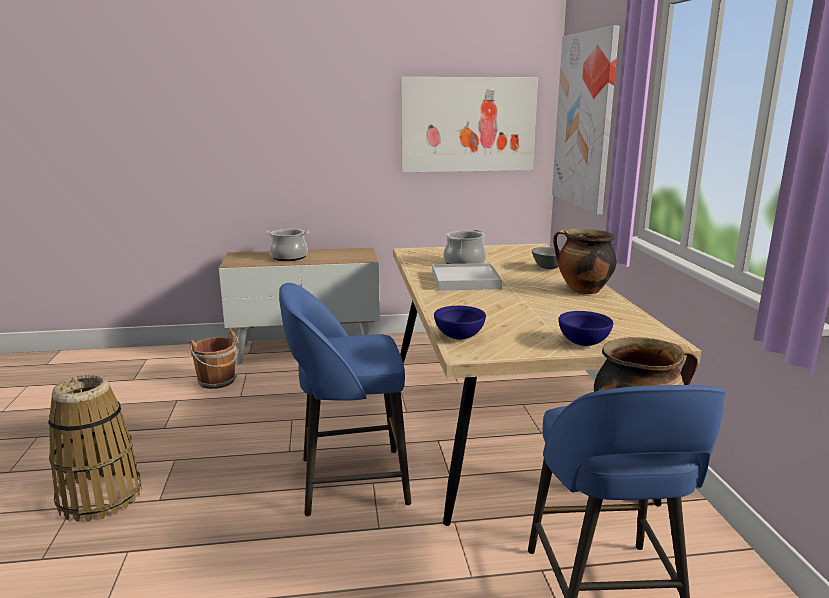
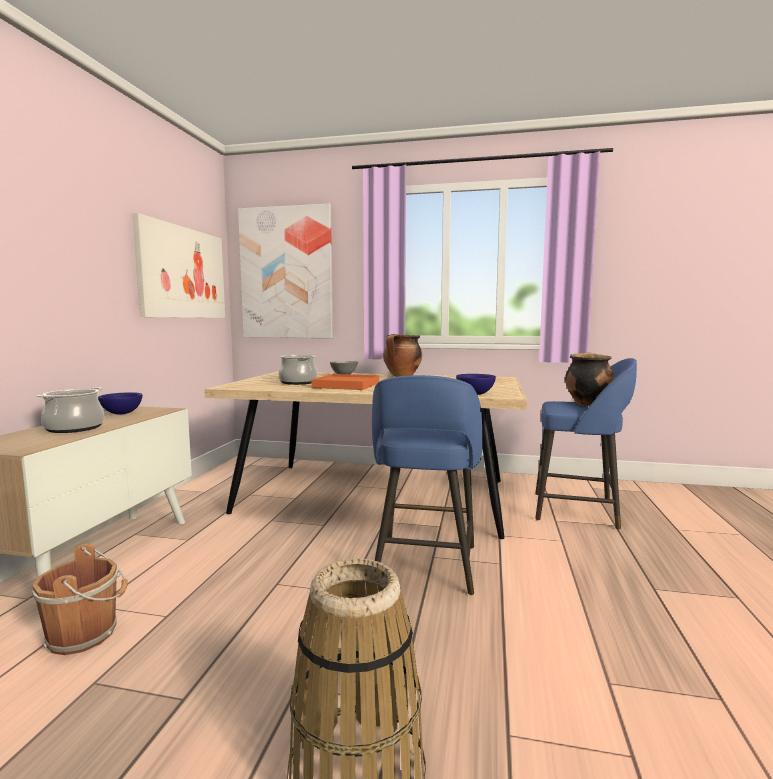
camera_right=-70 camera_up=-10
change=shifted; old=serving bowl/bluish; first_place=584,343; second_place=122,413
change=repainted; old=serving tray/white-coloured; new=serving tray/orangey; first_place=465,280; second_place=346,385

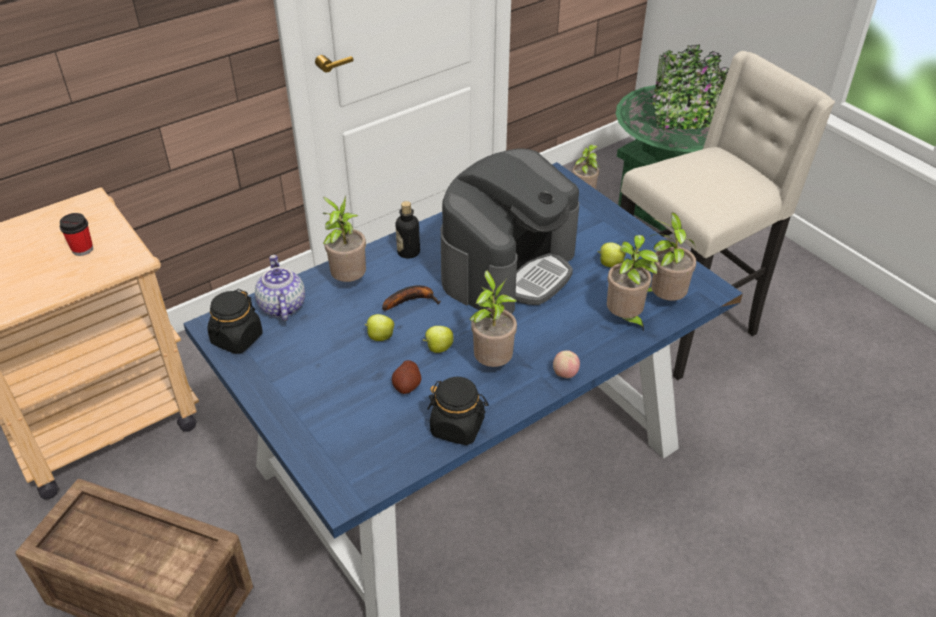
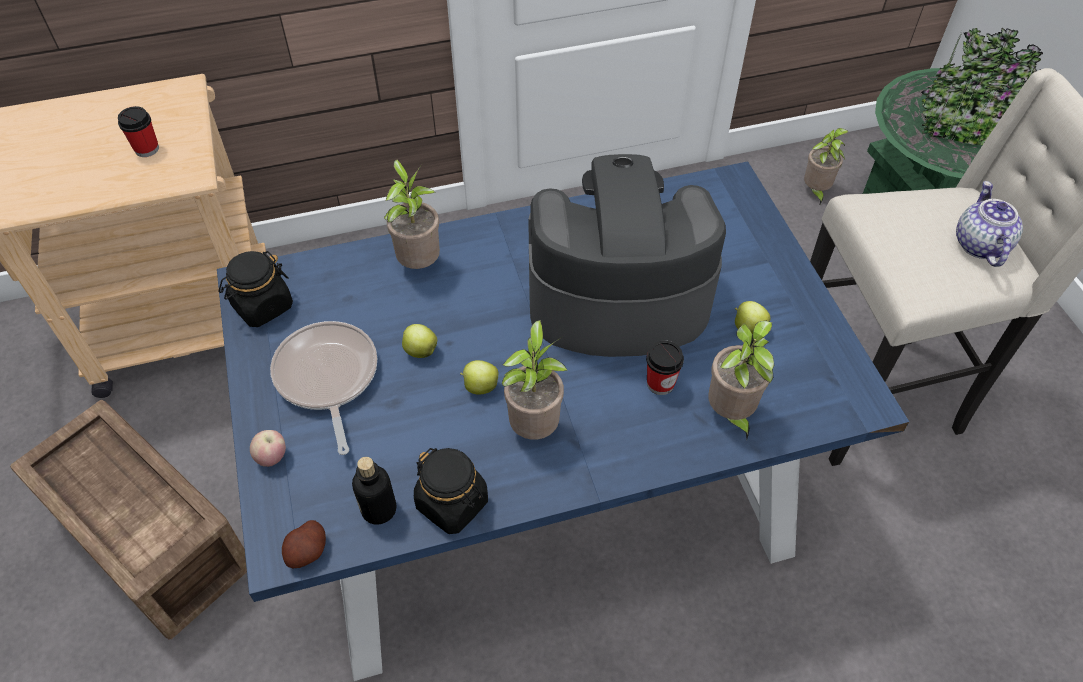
camera_right=20 camera_up=10
change=shifted; old=whole apple; first_place=565,374; second_place=272,457
change=new; new=skillet; second_place=327,378
change=shifted; old=spud; first_place=407,385; second_place=307,551
change=shifted; old=drink bottle; first_place=408,252; second_place=379,509
change=rotated; old=coffee maker; first_place=508,268; second_place=616,298; degrees=-150
change=new; new=drinking cup; second_place=660,383
change=shifted; old=teapot; first_place=281,306; second_place=979,244
change=gone; old=banana fruit; first_place=411,300
change=gone; old=houseplant; first_place=664,299

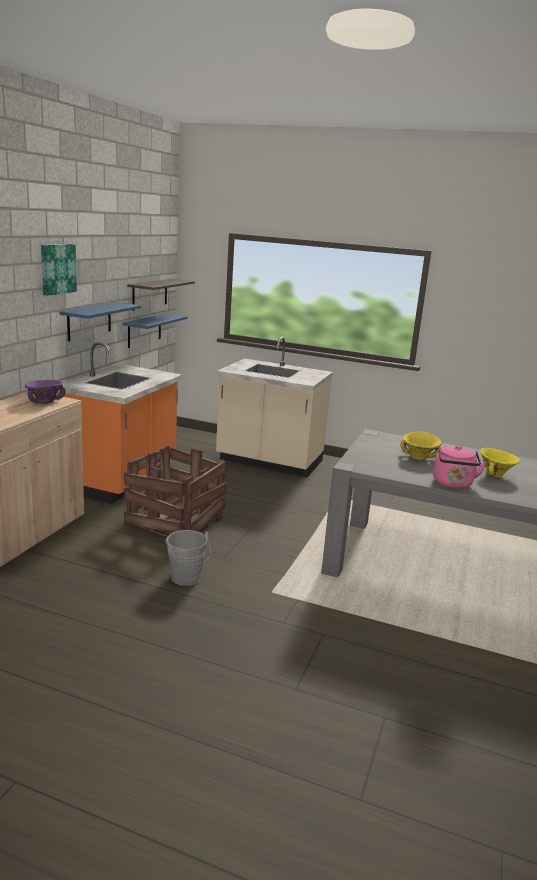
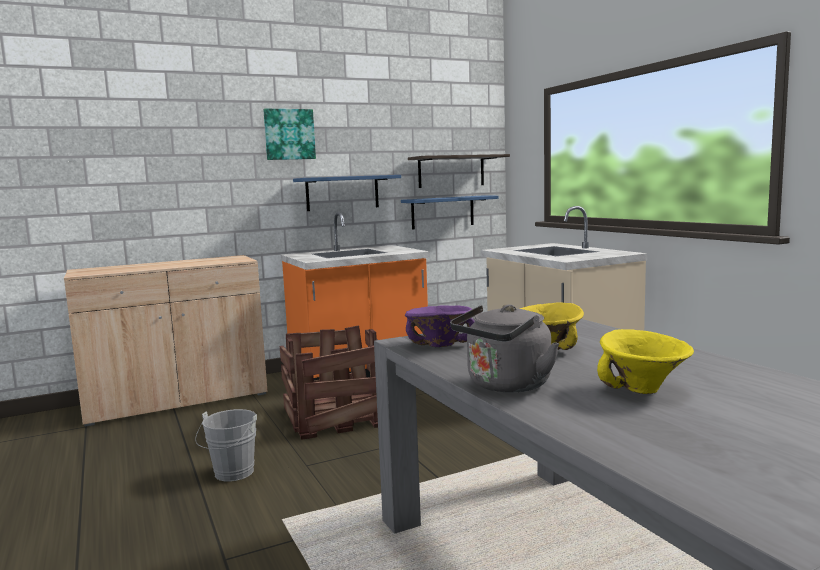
camera_right=45 camera_up=-10
change=shifted; old=serving bowl/purple; first_place=44,402; second_place=440,344
change=repainted; old=kettle/pink; new=kettle/gray; first_place=453,484; second_place=505,385

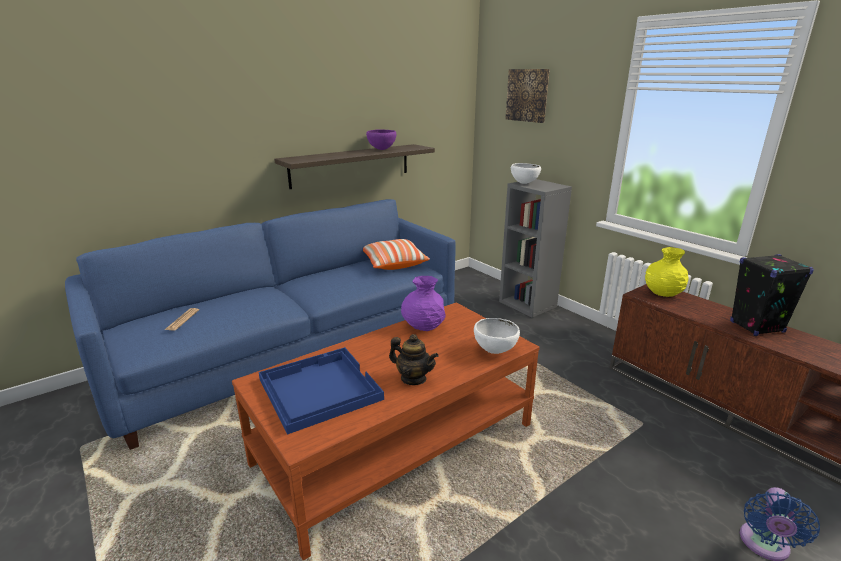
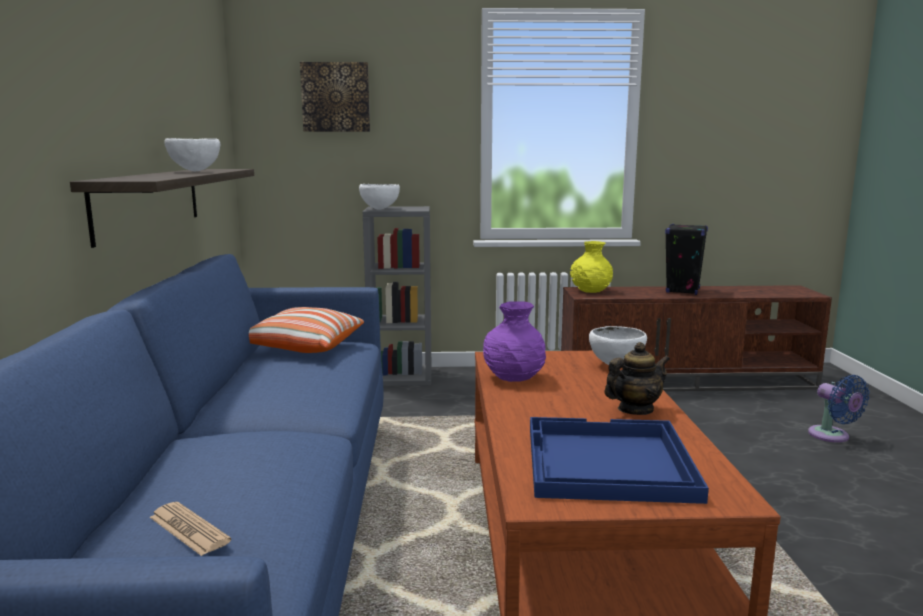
camera_right=-55 camera_up=-10
change=repainted; old=serving bowl/purple; new=serving bowl/white-coloured; first_place=381,149; second_place=194,171

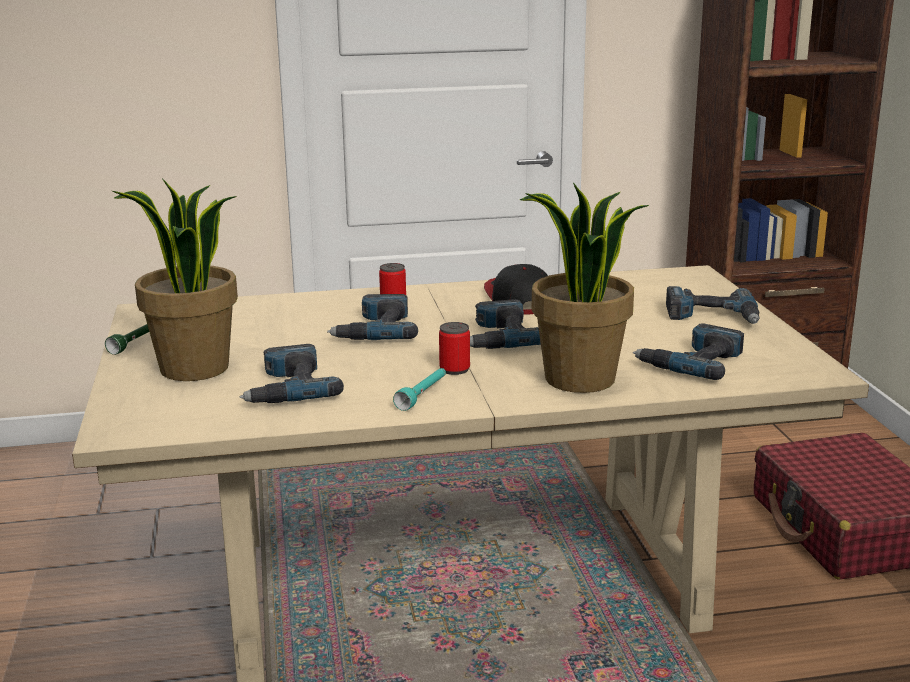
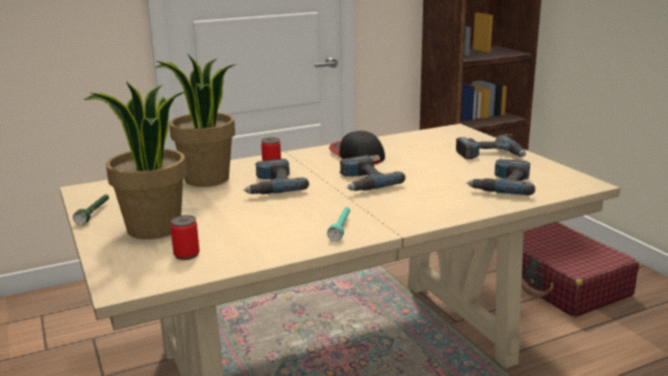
camera_right=-15 camera_up=0
change=shifted; old=houseplant; first_place=579,380; second_place=206,179
change=shifted; old=metal can; first_place=454,369; second_place=186,255
change=gone; old=drill; first_place=287,387

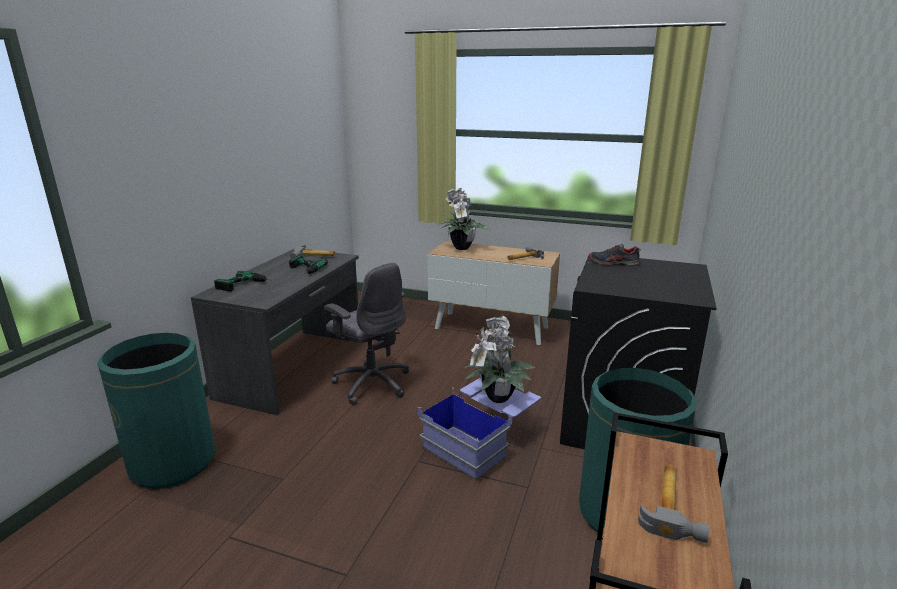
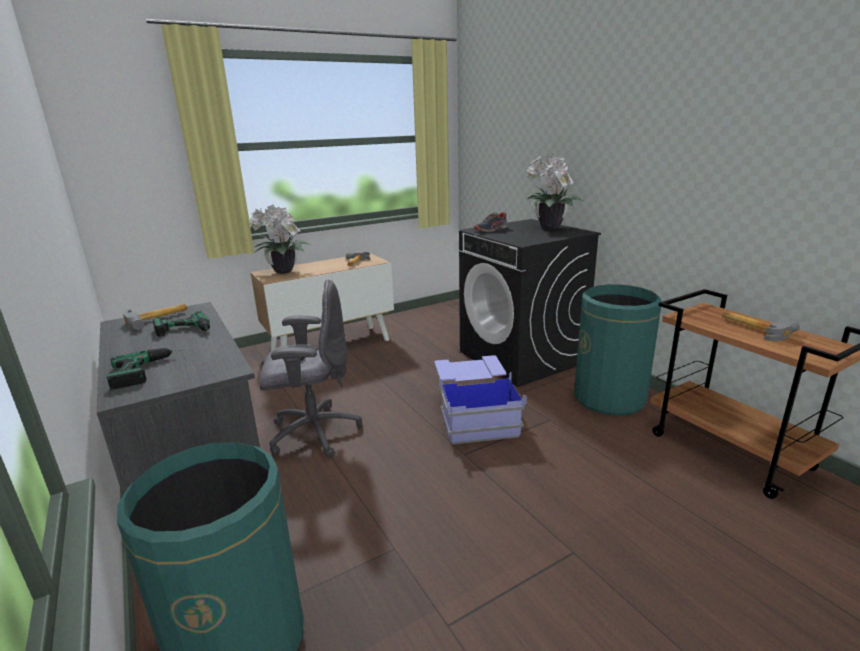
camera_right=-50 camera_up=0
change=shifted; old=houseplant; first_place=496,399; second_place=550,228

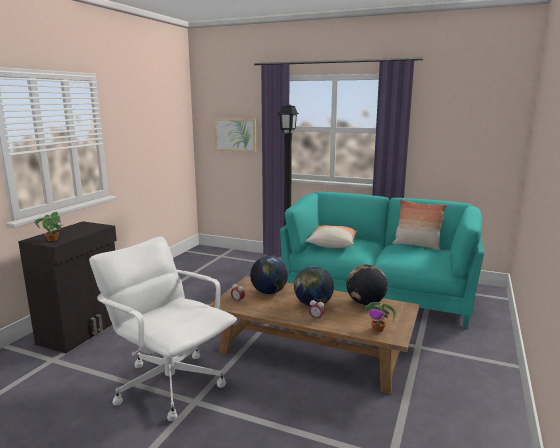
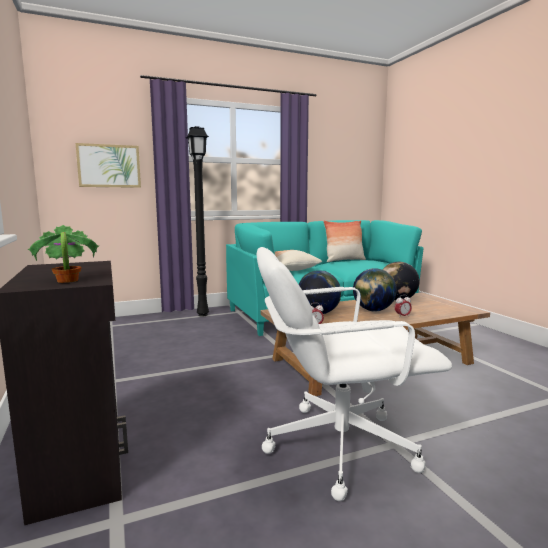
camera_right=-45 camera_up=-5
change=gone; old=houseplant; first_place=378,329

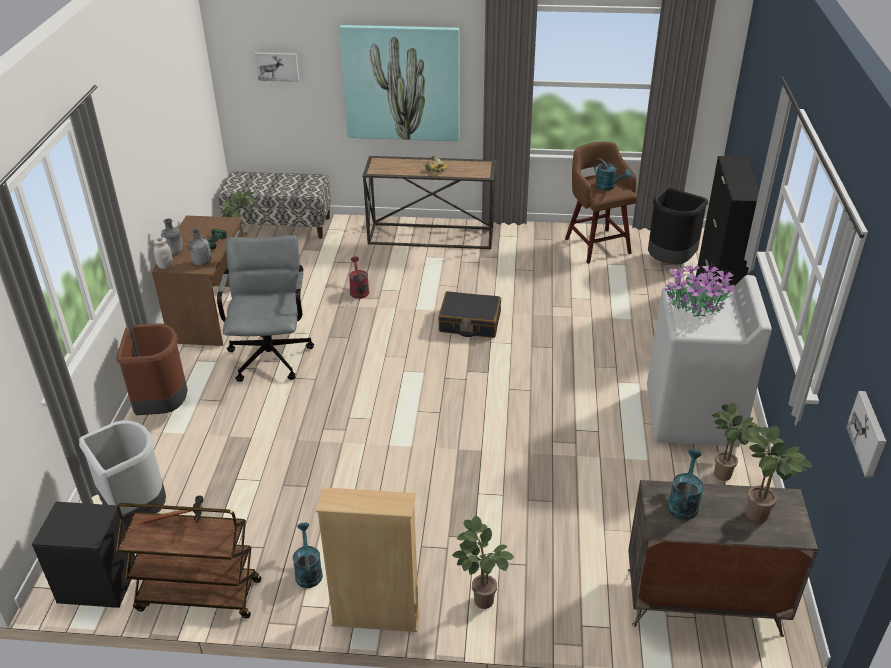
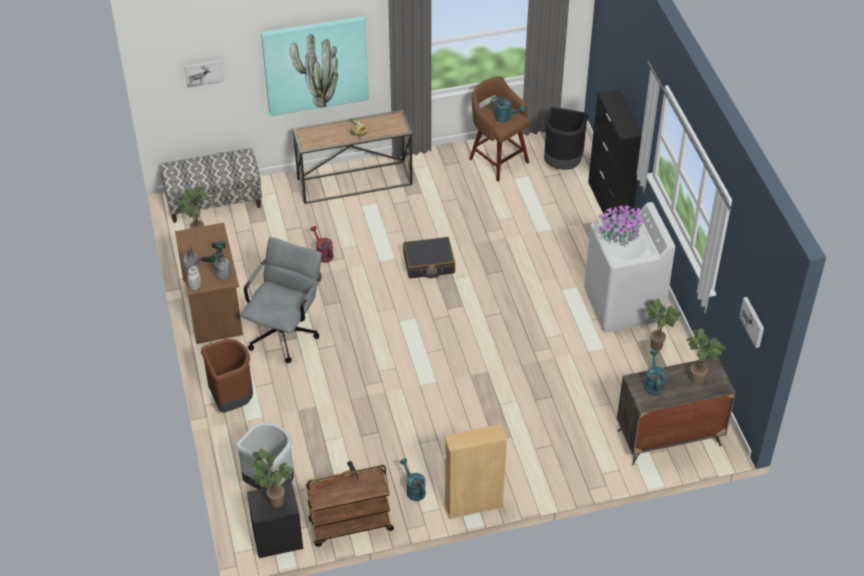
camera_right=-20 camera_up=10
change=rotated; old=desk chair/gray; first_place=271,352; second_place=286,331; degrees=45
change=shifted; old=houseplant; first_place=480,600; second_place=274,502

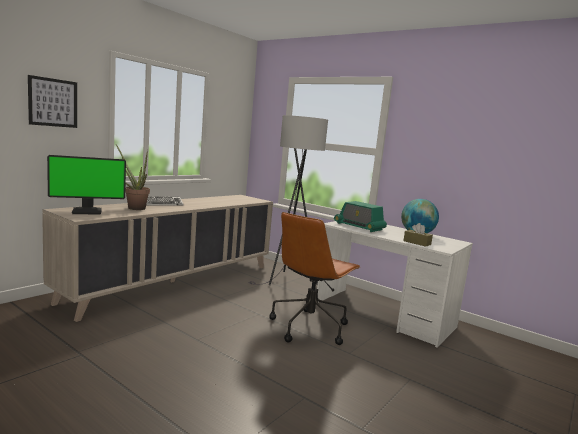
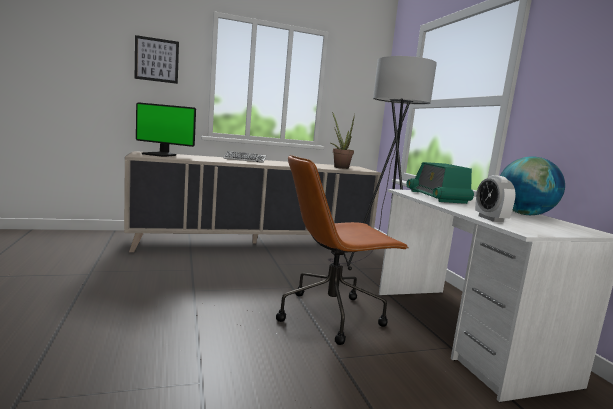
camera_right=35 camera_up=0
change=shifted; old=houseplant; first_place=133,208; second_place=339,167
change=swapped; old=box of tissues/brown; new=table clock; first_place=417,243; second_place=490,219

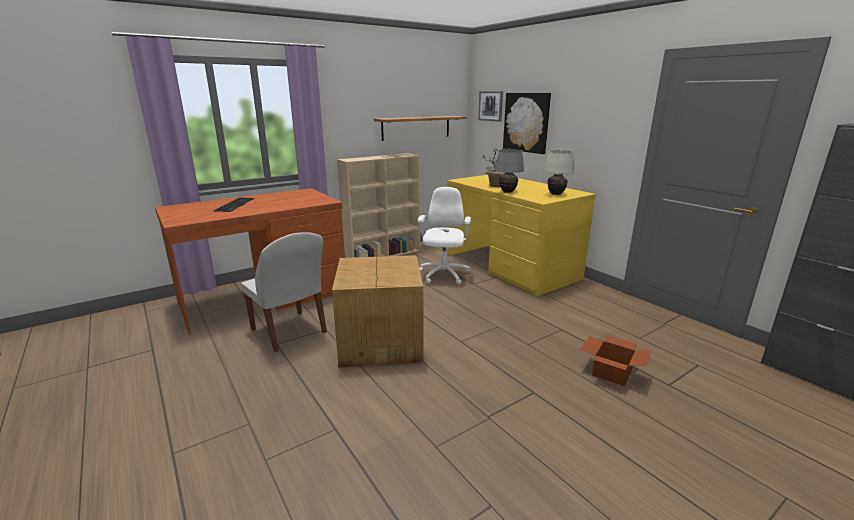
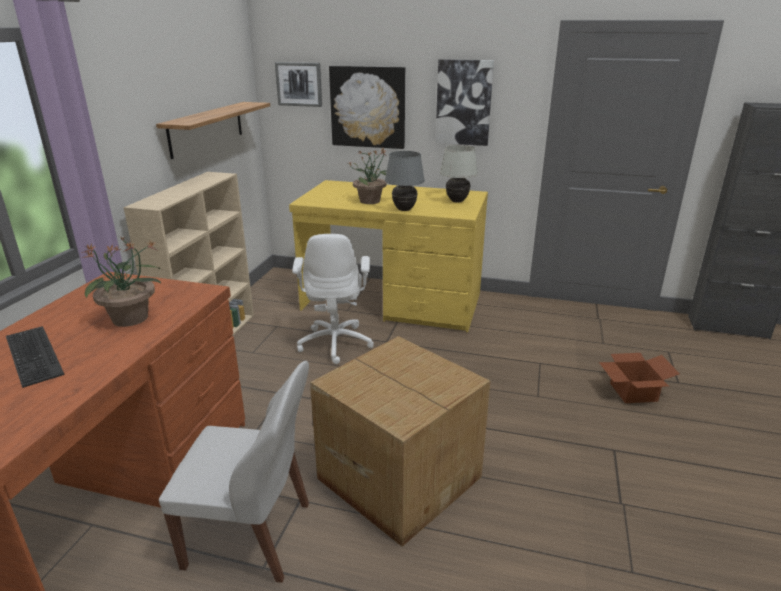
camera_right=-40 camera_up=5
change=new; new=houseplant; second_place=131,319
change=rotated; old=desk chair/white-coloured; first_place=443,275; second_place=336,343; degrees=-150
change=new; new=wall art; second_place=464,102

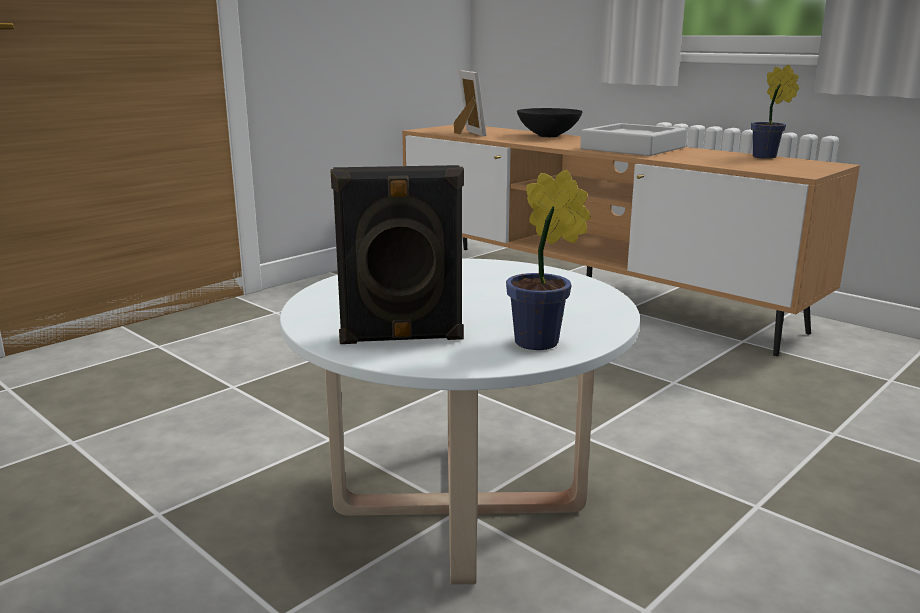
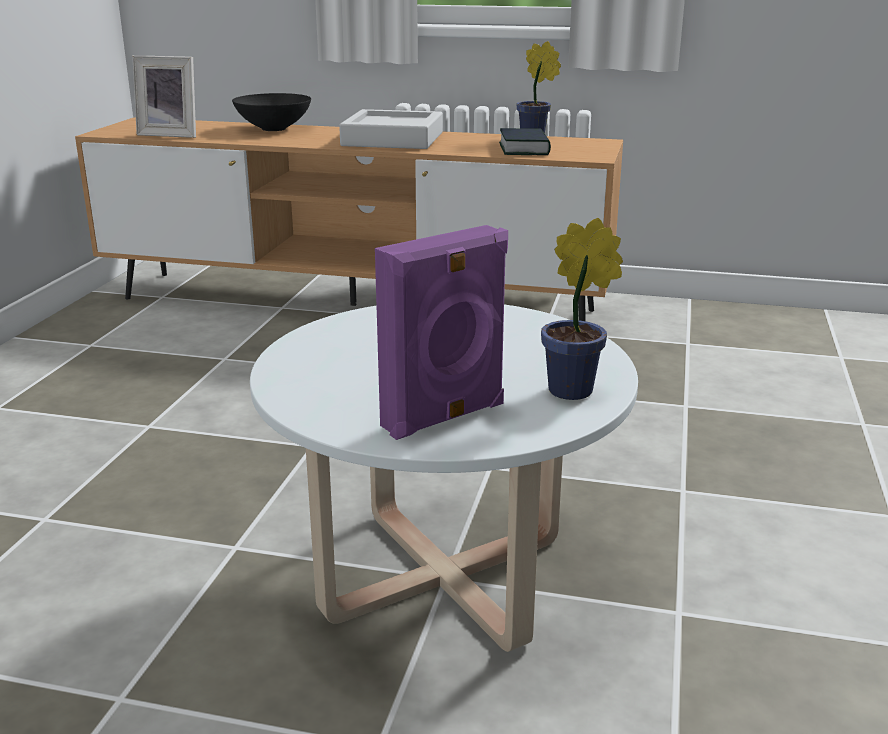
camera_right=-30 camera_up=5
change=rotated; old=photo frame; first_place=467,133; second_place=171,134; degrees=150
change=repainted; old=loudspeaker/black-coloured; new=loudspeaker/purple; first_place=401,338; second_place=446,417
change=new; new=volume; second_place=524,149

